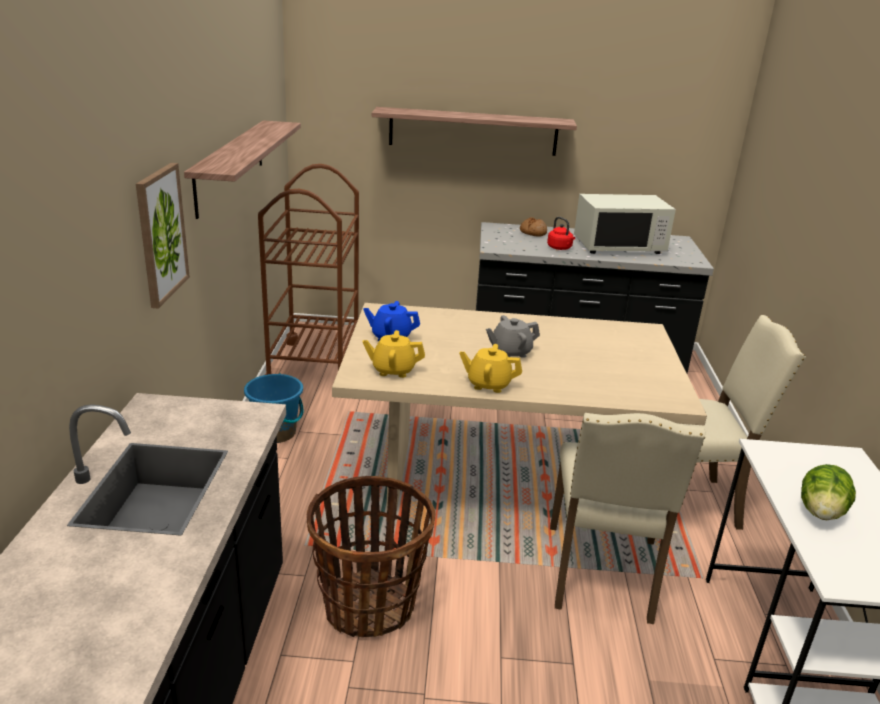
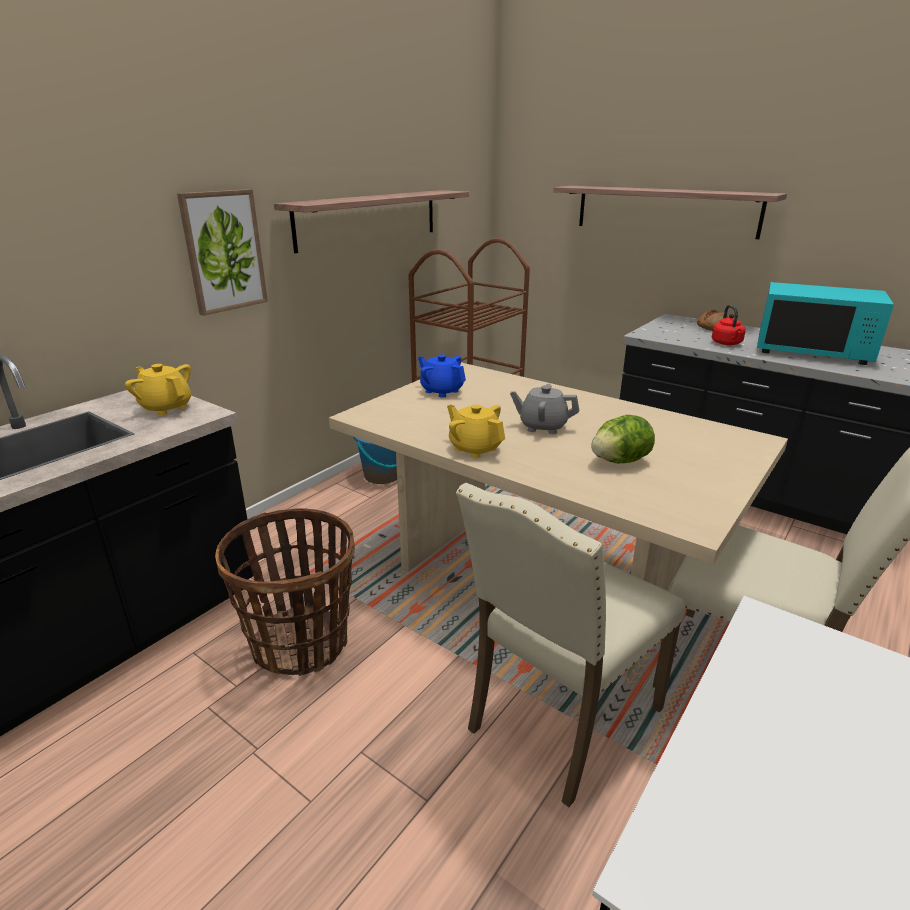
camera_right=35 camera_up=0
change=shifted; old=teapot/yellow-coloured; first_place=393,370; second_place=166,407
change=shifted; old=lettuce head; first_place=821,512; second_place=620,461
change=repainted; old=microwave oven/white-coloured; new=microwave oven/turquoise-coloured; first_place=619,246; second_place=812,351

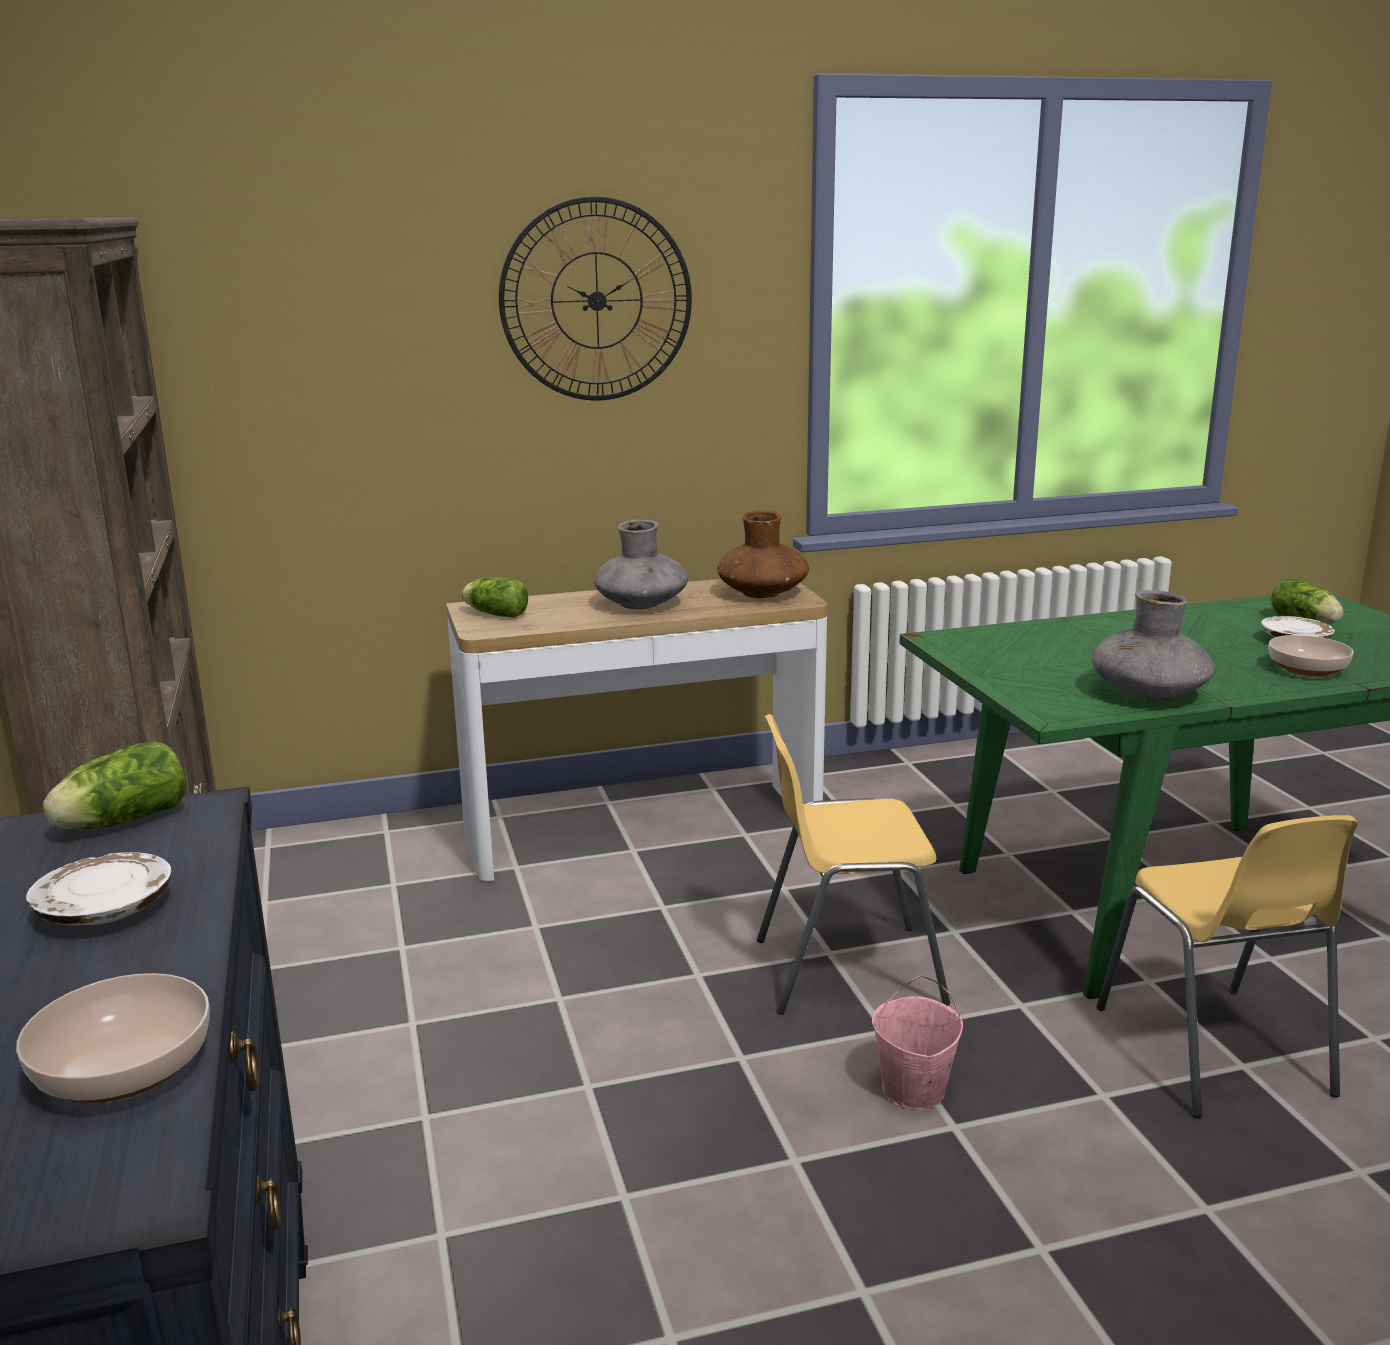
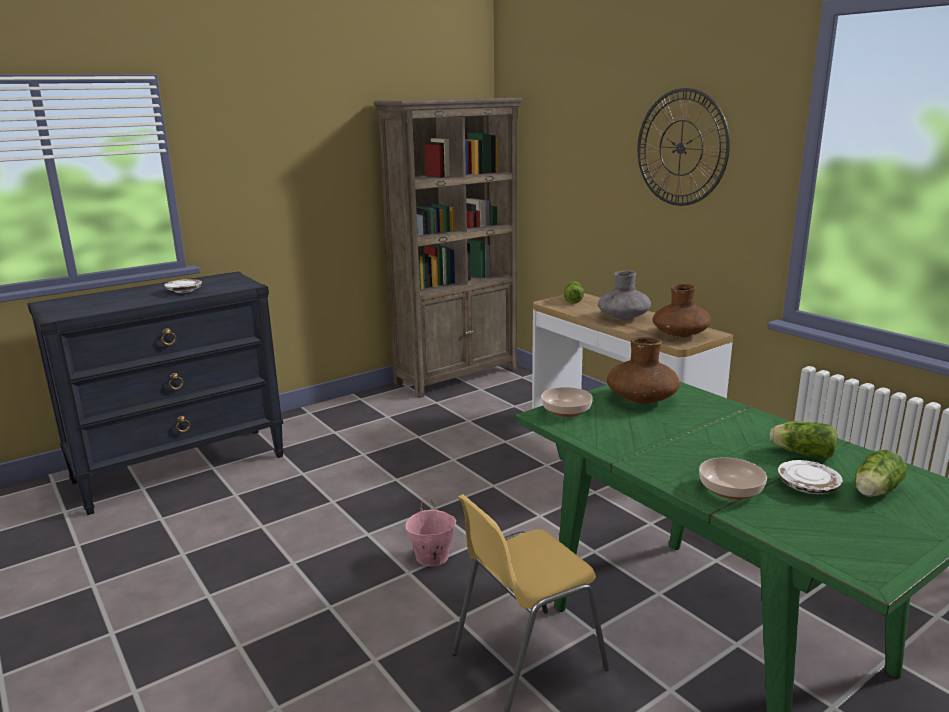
camera_right=70 camera_up=0
change=shifted; old=serving bowl; first_place=126,1069; second_place=566,411
change=new; new=flower vase/brown; second_place=641,399
change=shifted; old=lettuce head; first_place=119,822; second_place=800,453
change=gone; old=plain chair/yellow-coloured; first_place=846,970
change=gone; old=flower vase/gray; first_place=1148,693

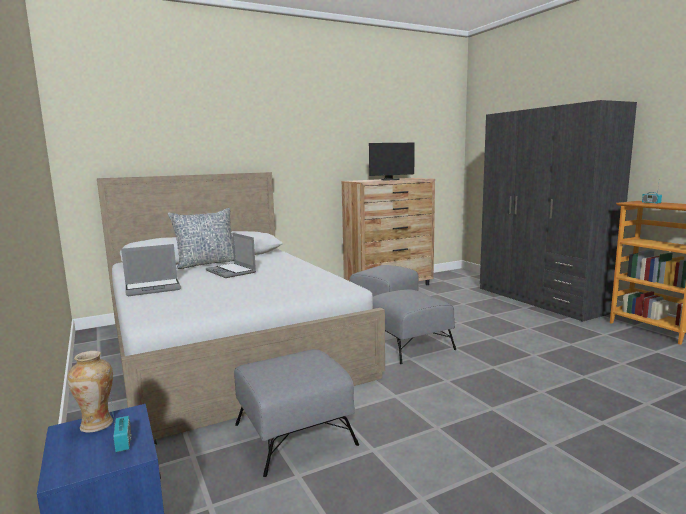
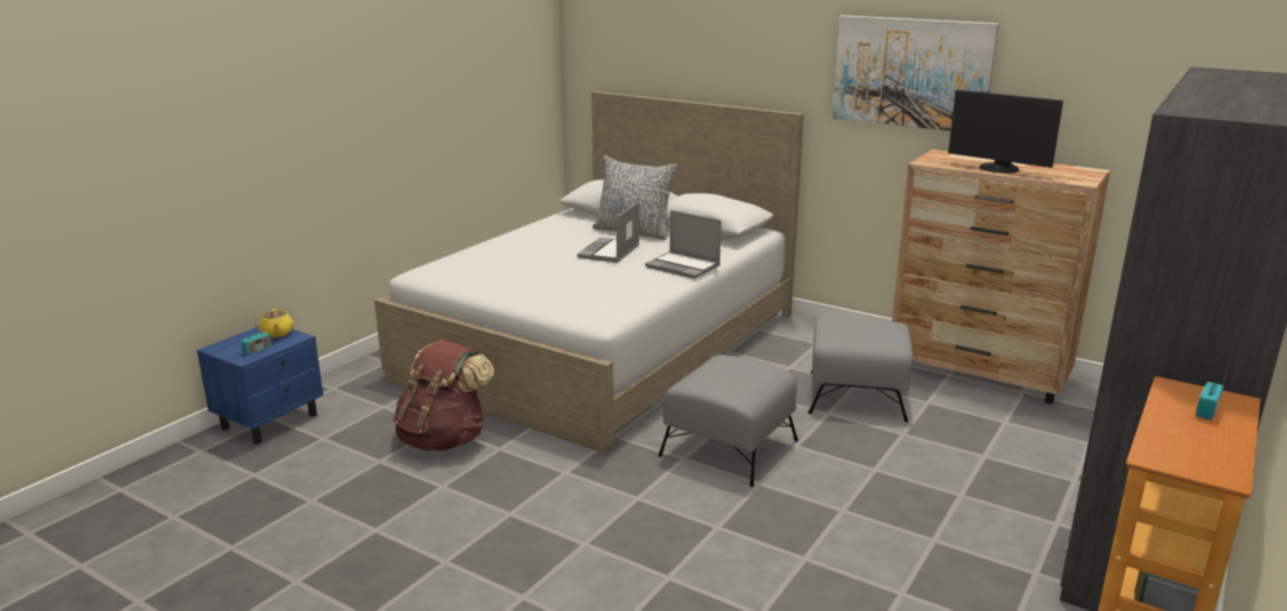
camera_right=60 camera_up=10
change=swapped; old=flower vase; new=teapot/yellow-coloured; first_place=97,424; second_place=277,333
change=swapped; old=ottoman/gray; new=knapsack/brown; first_place=295,434; second_place=444,439
change=shifted; old=notebook computer; first_place=153,288; second_place=684,267
change=new; new=wall art; second_place=911,73

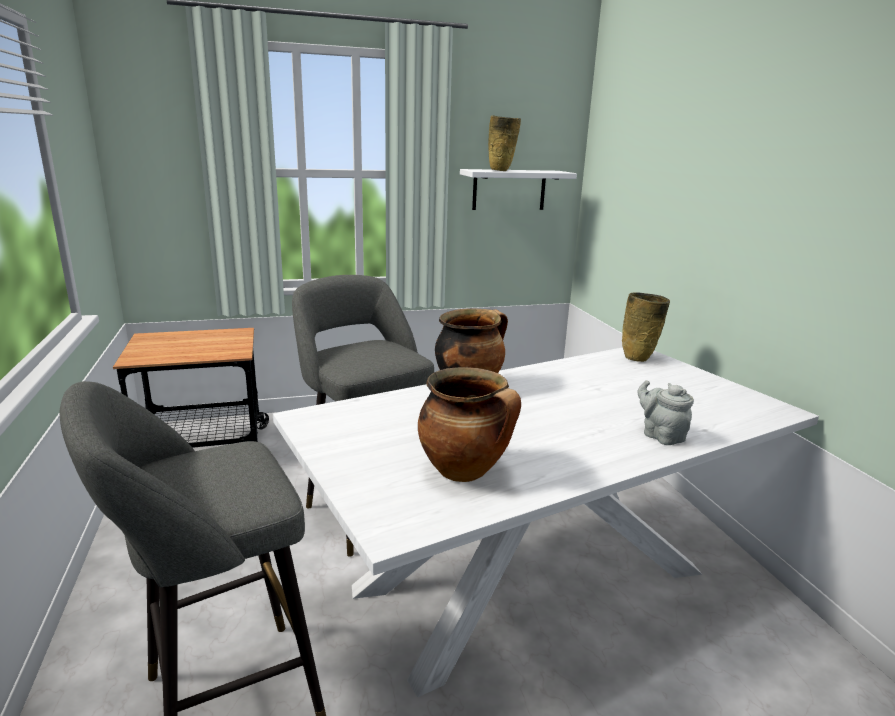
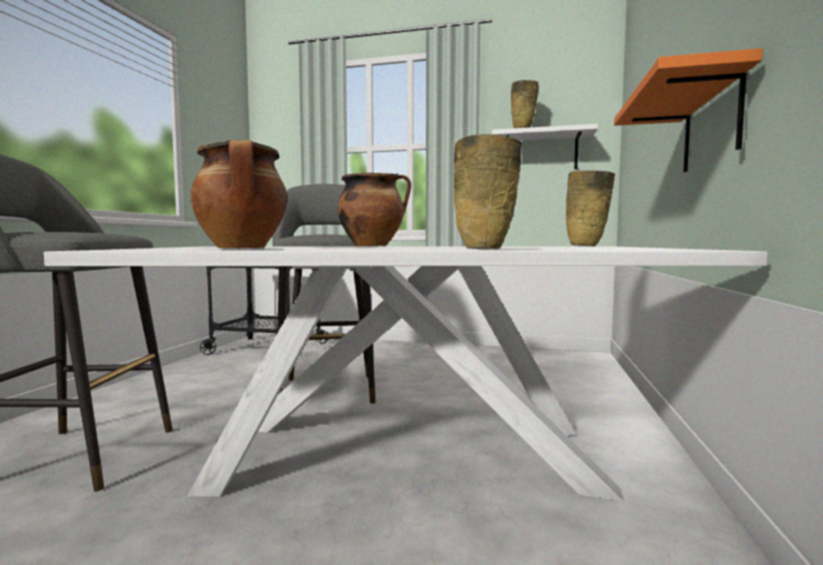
camera_right=30 camera_up=-15
change=swapped; old=teapot/gray; new=flower vase/sand-coloured; first_place=660,435; second_place=486,249
change=new; new=wall shelf/orangey; second_place=711,125

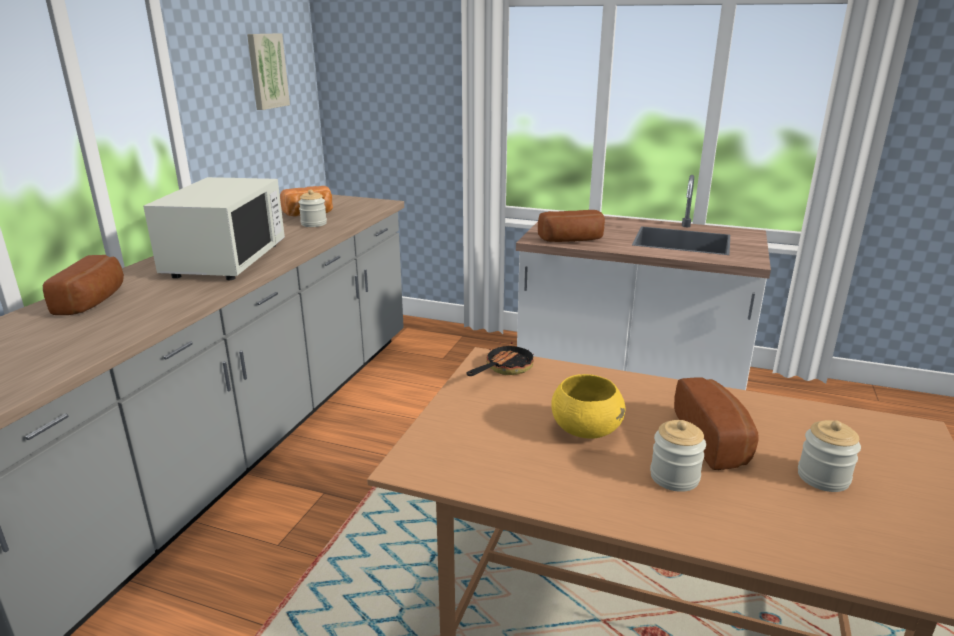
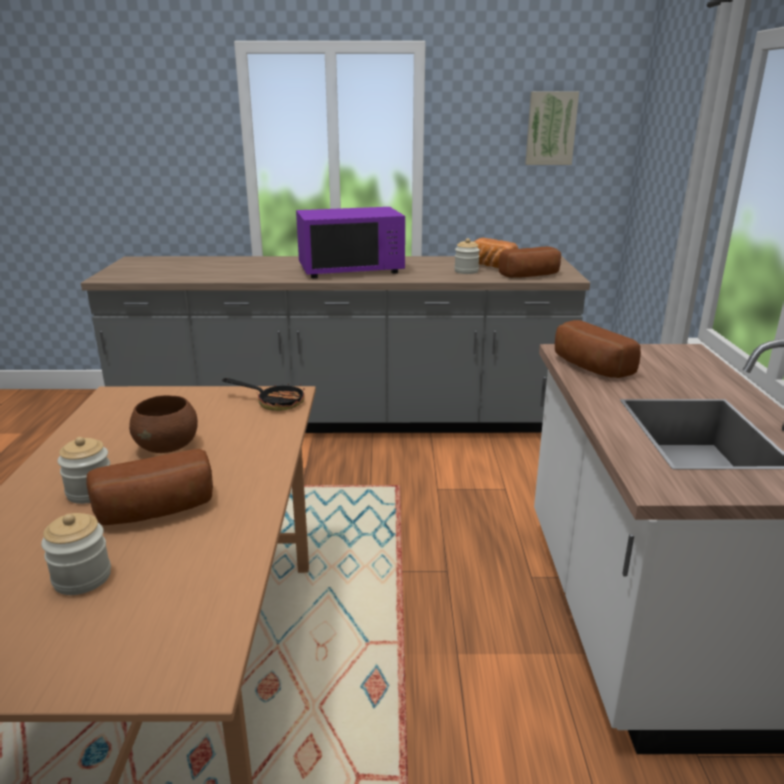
camera_right=70 camera_up=0
change=repainted; old=serving bowl/yellow-coloured; new=serving bowl/brown; first_place=585,430; second_place=168,447
change=repainted; old=microwave oven/white-coloured; new=microwave oven/purple; first_place=226,260; second_place=351,269
change=shifted; old=baked bread; first_place=95,300; second_place=531,275

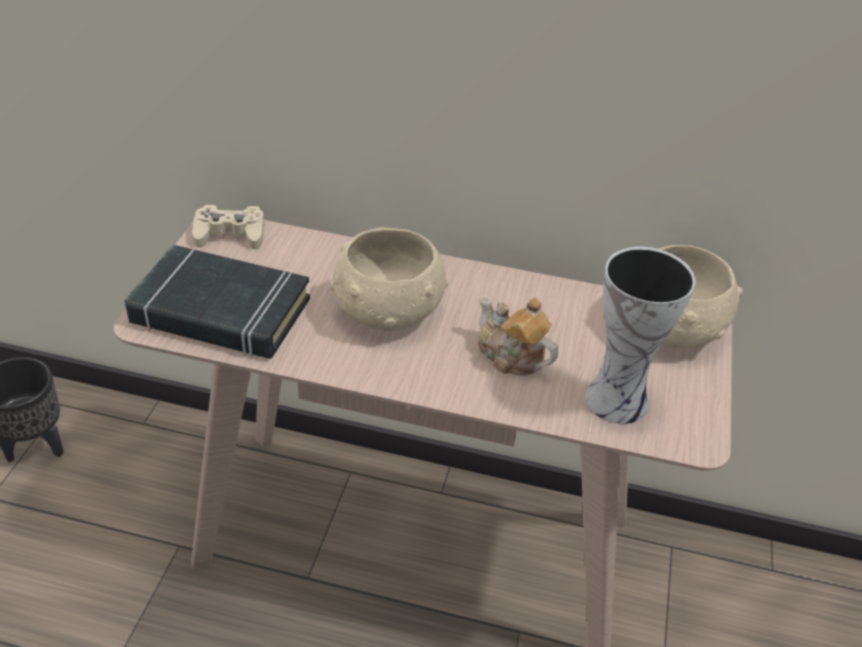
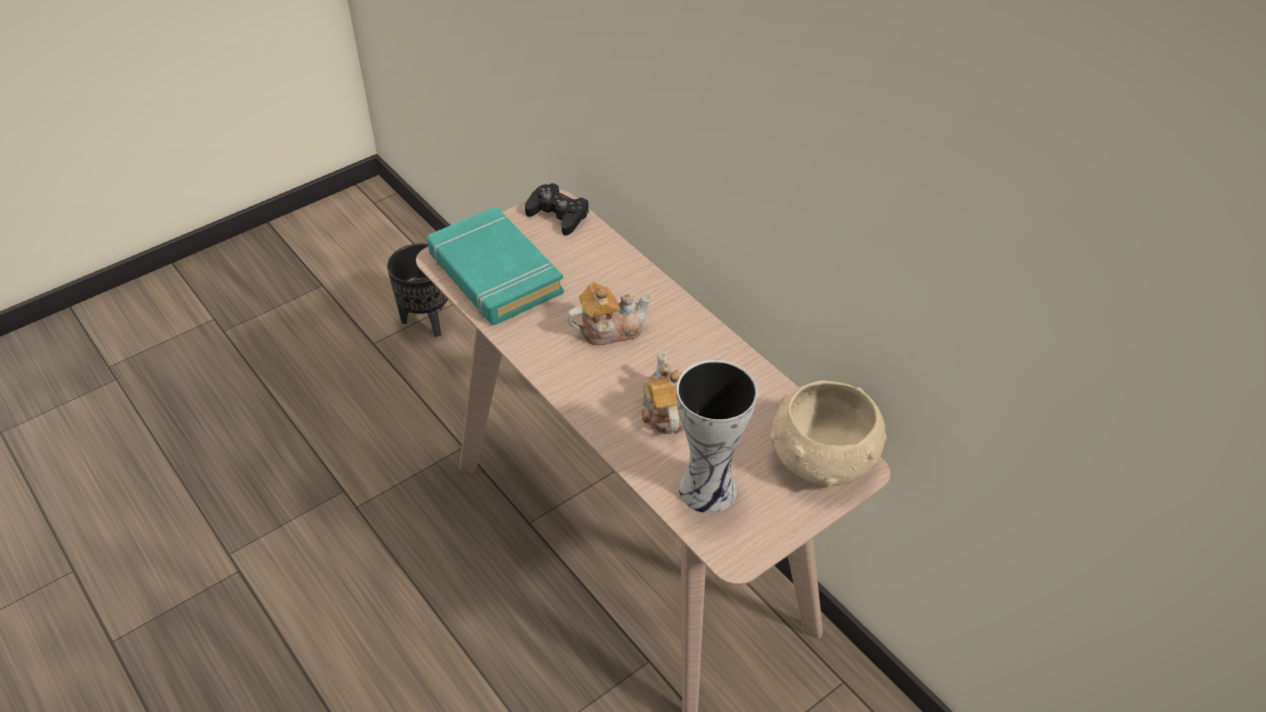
camera_right=40 camera_up=5
change=repainted; old=volume/black-coloured; new=volume/turquoise-coloured; first_place=220,312; second_place=494,274
change=repainted; old=gamepad/sand-coloured; new=gamepad/black-coloured; first_place=230,234; second_place=558,215
change=swapped; old=serving bowl/sand-coloured; new=teapot; first_place=387,310; second_place=609,329

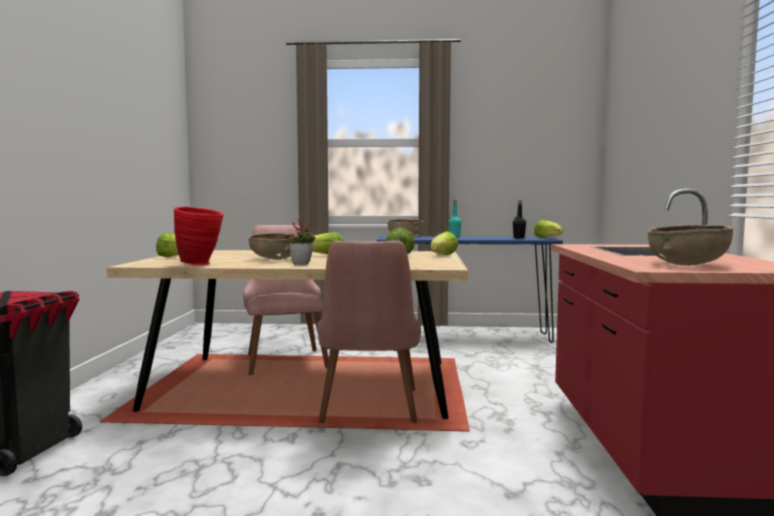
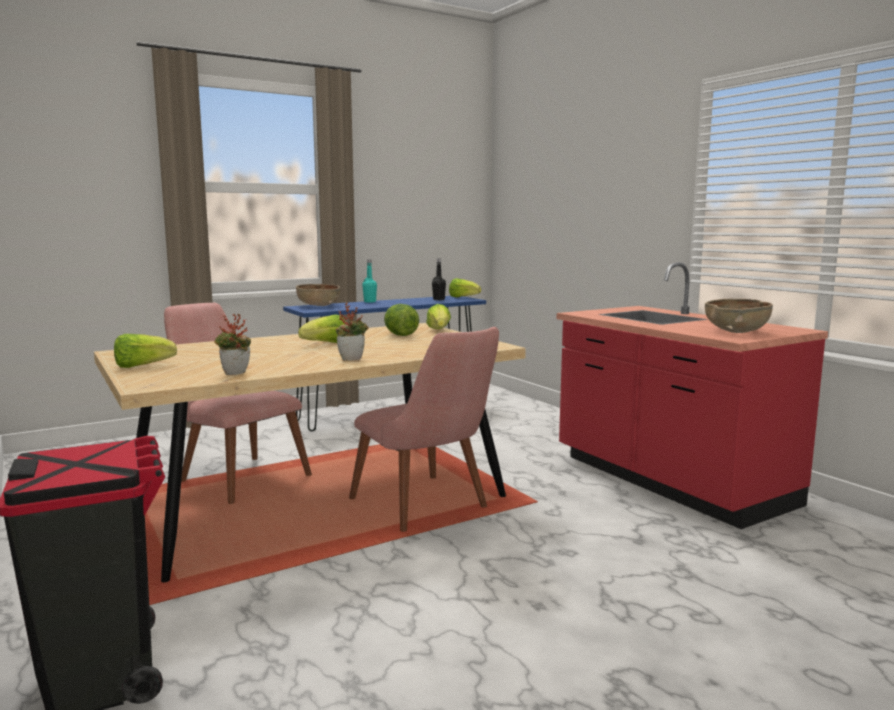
camera_right=-35 camera_up=5
change=swapped; old=flower vase/red; new=houseplant; first_place=200,264; second_place=235,374
change=gone; old=serving bowl/brown; first_place=276,259

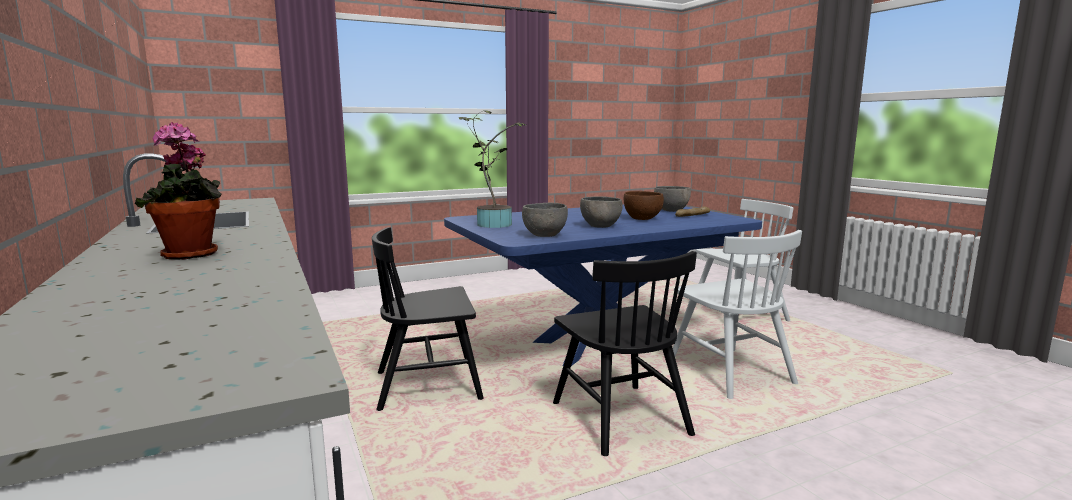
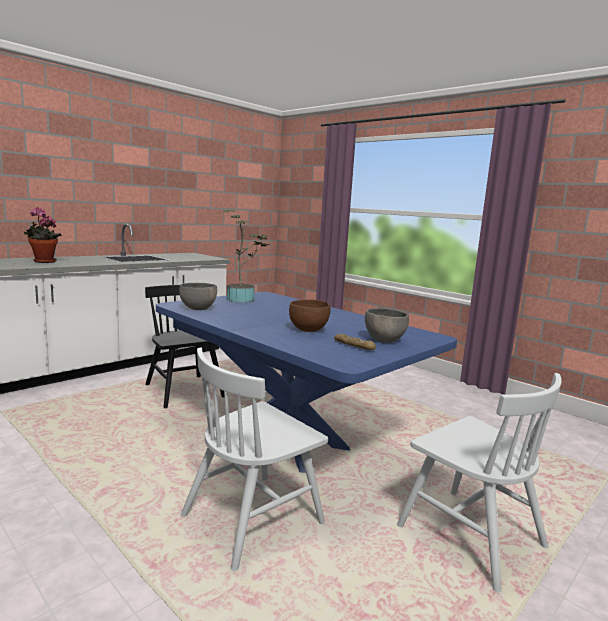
camera_right=70 camera_up=0
change=gone; old=plain chair/black-coloured; first_place=620,418
change=gone; old=serving bowl/gray; first_place=600,226

